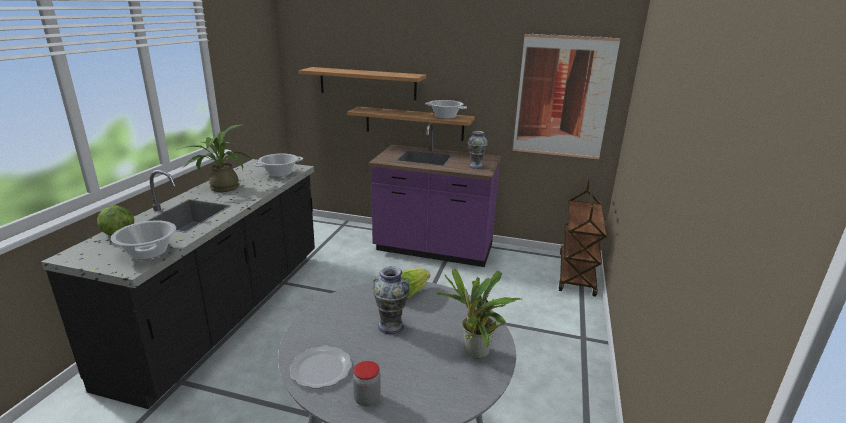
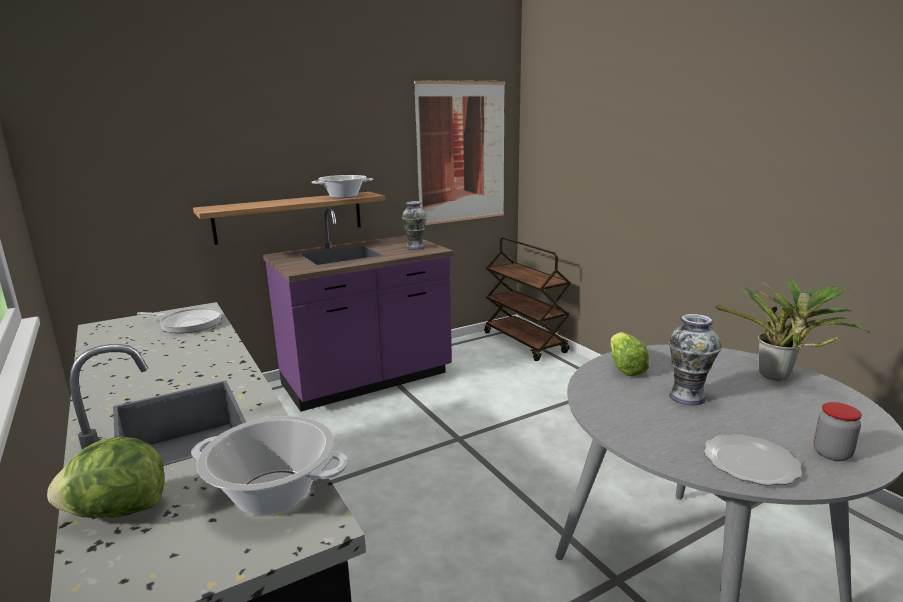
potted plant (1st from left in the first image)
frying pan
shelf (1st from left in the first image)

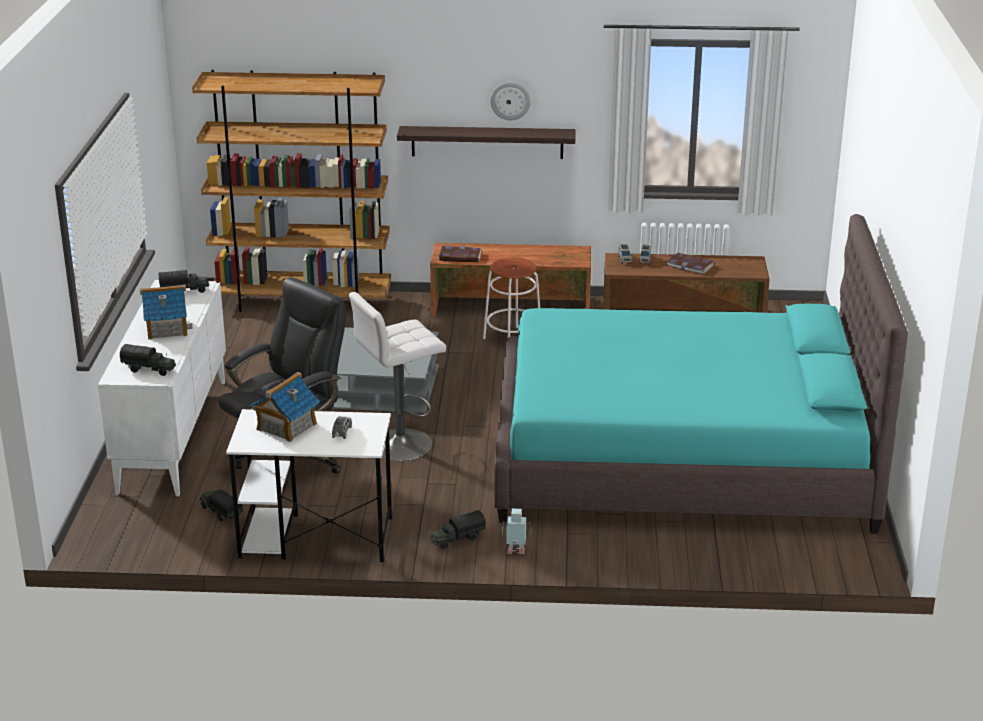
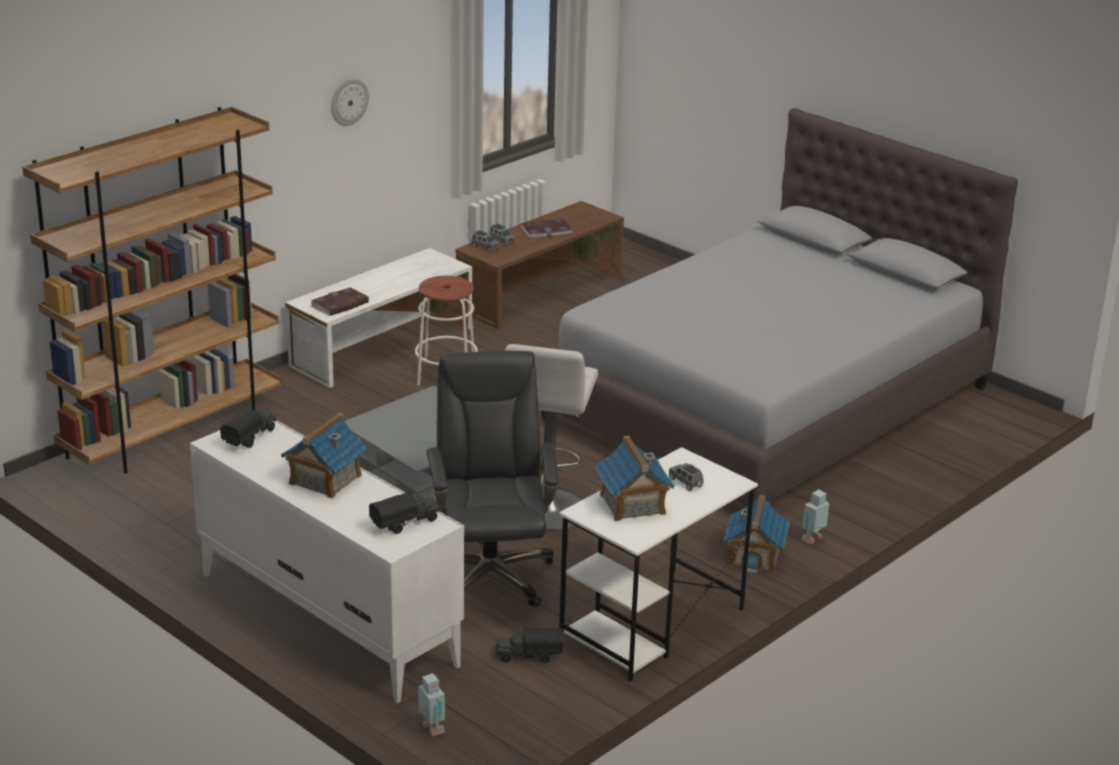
shelf
bench in white
toy house (3rd from left)
bed in grey
toy robot (1st from left)

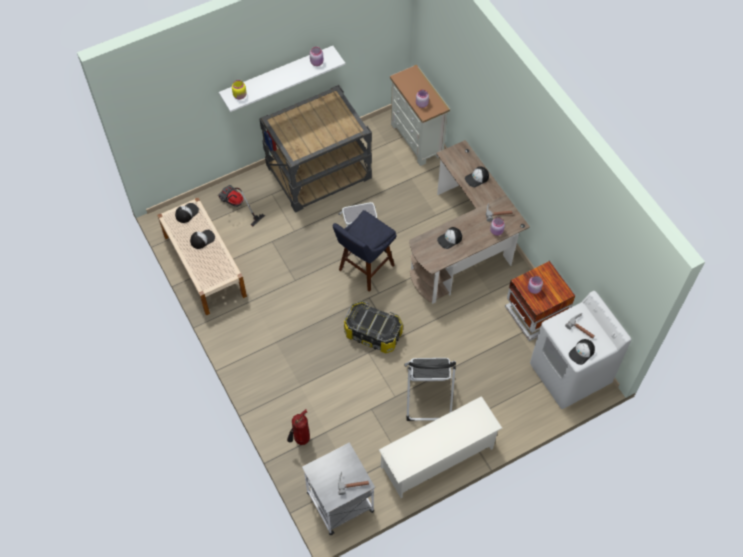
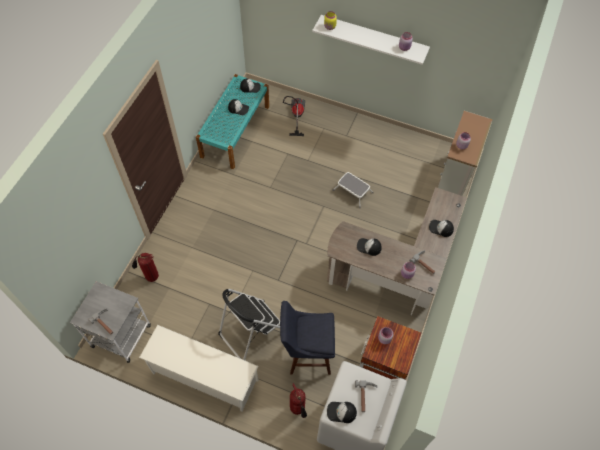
bench in turquoise
bookcase
stool in blue
storage box
fire extinguisher (2nd from left)

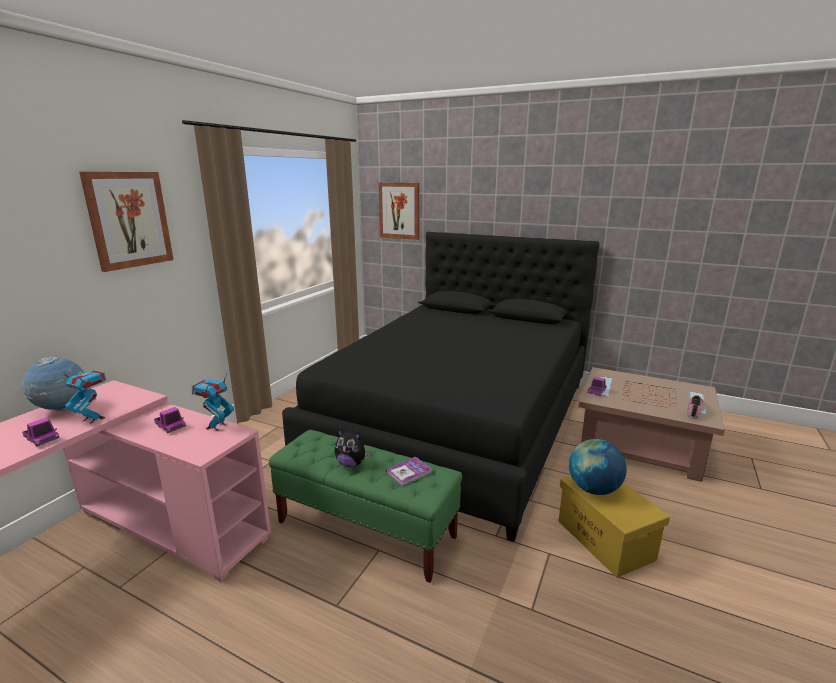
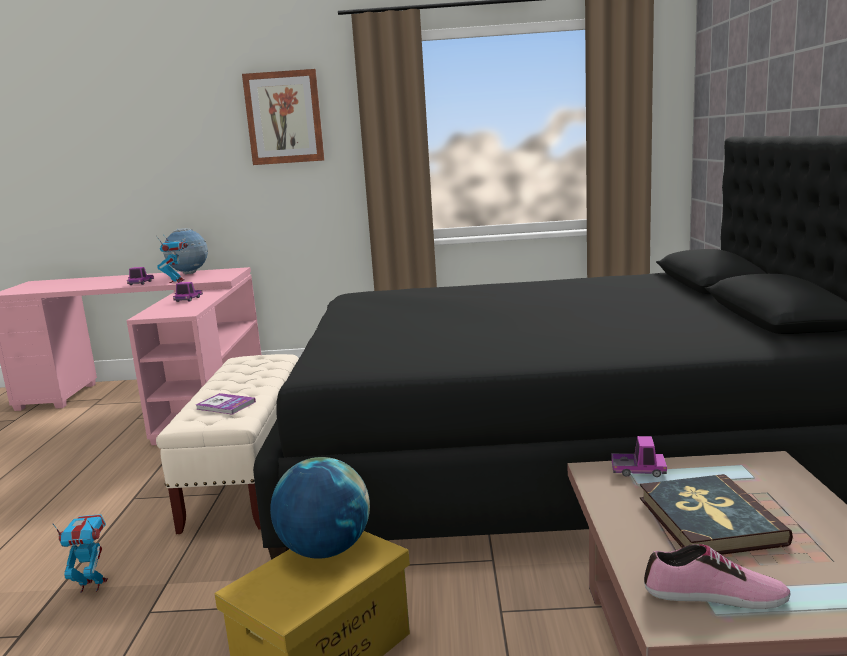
toy robot (1st from left)
bench in beige
plush toy
picture (2nd from left in the first image)
book (2nd from left)

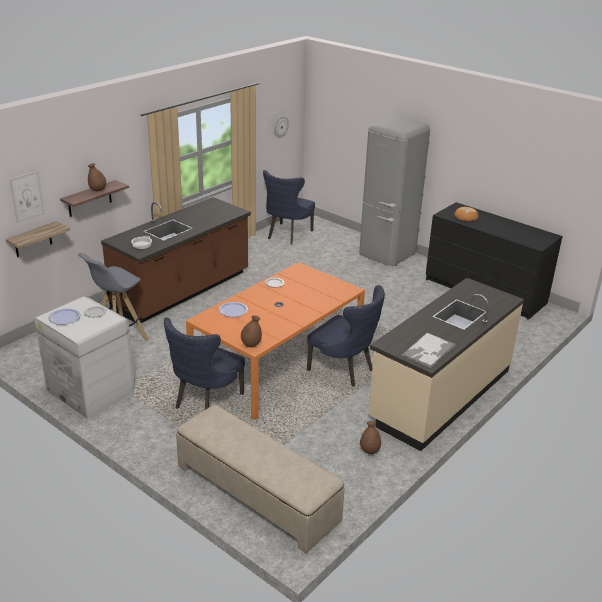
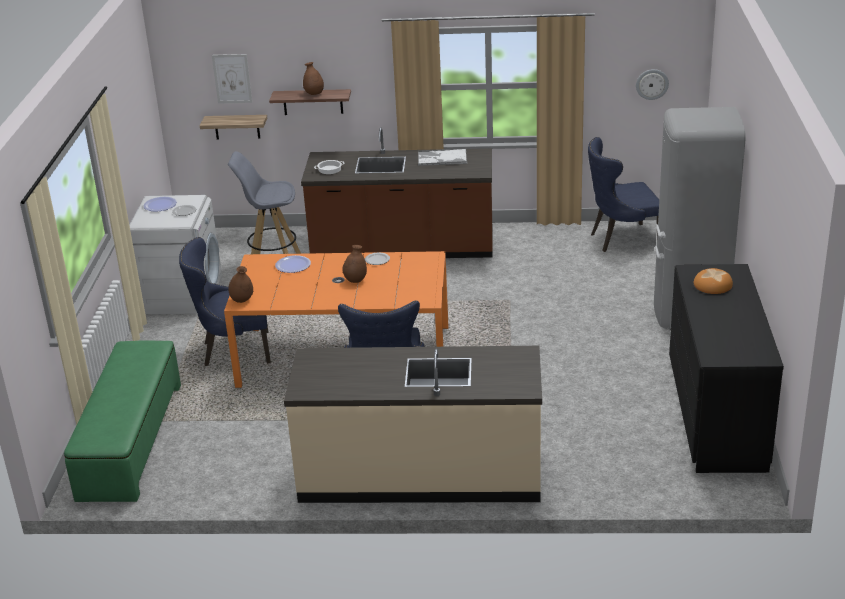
bench in green
vase in brown (3rd from left)
tray

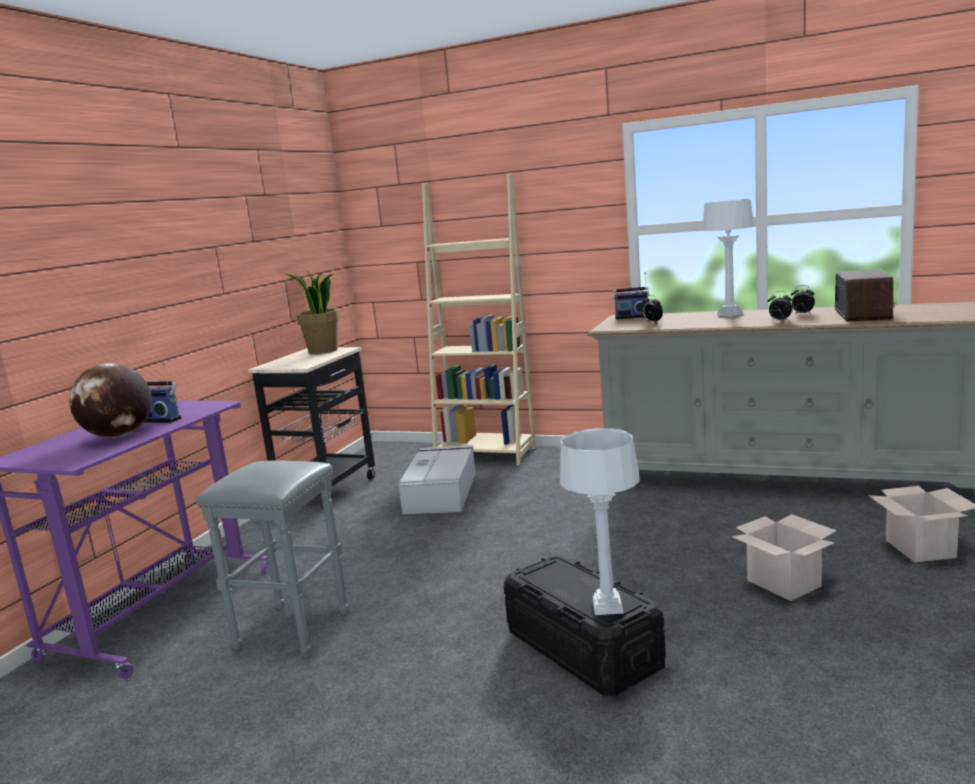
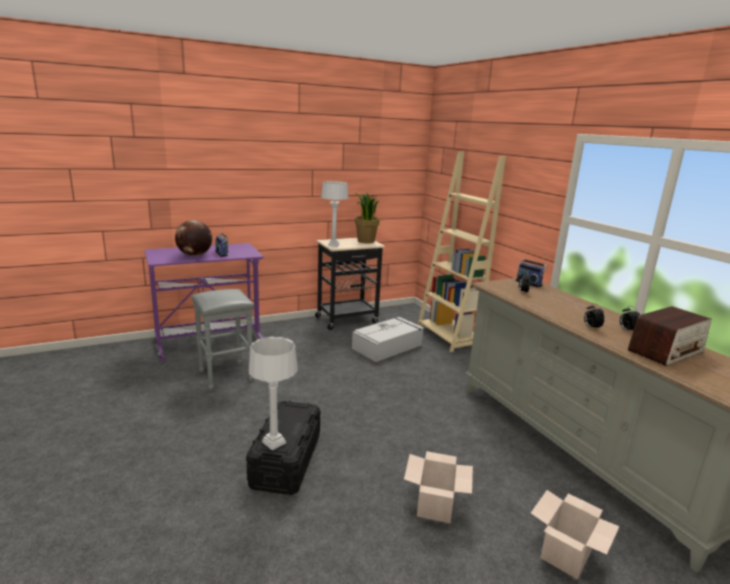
table lamp in grey (2nd from left)

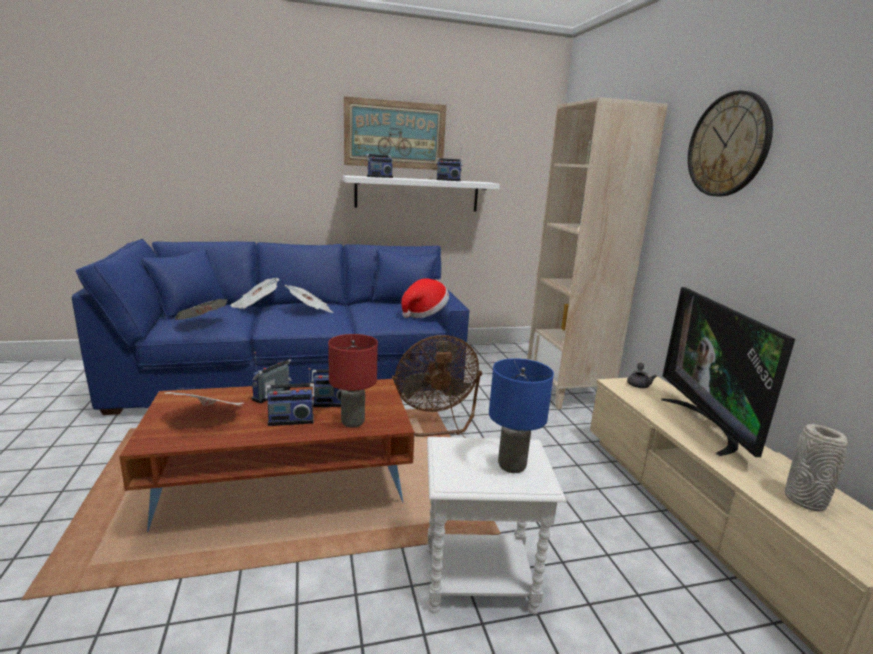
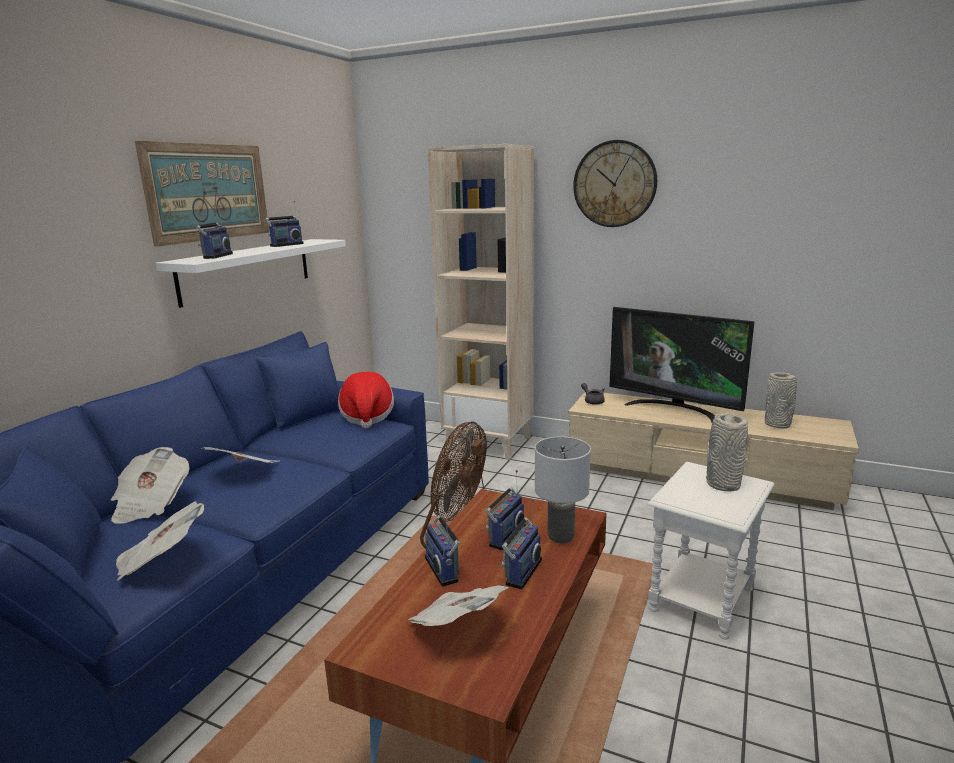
table lamp in white
vase in grey (1st from left)

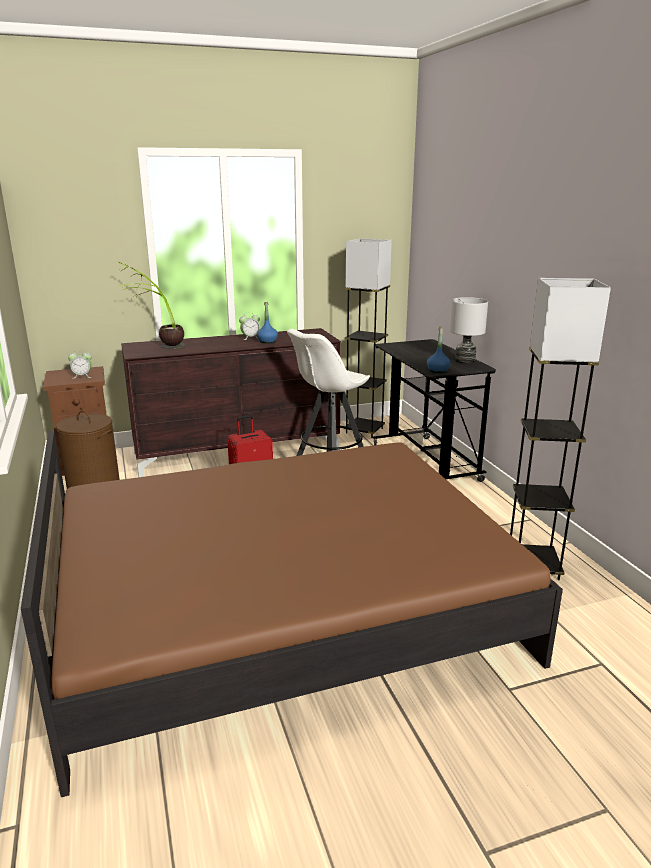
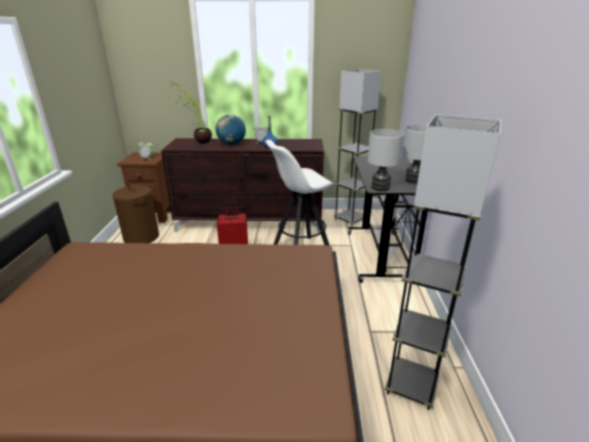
table lamp in grey (1st from left)
globe

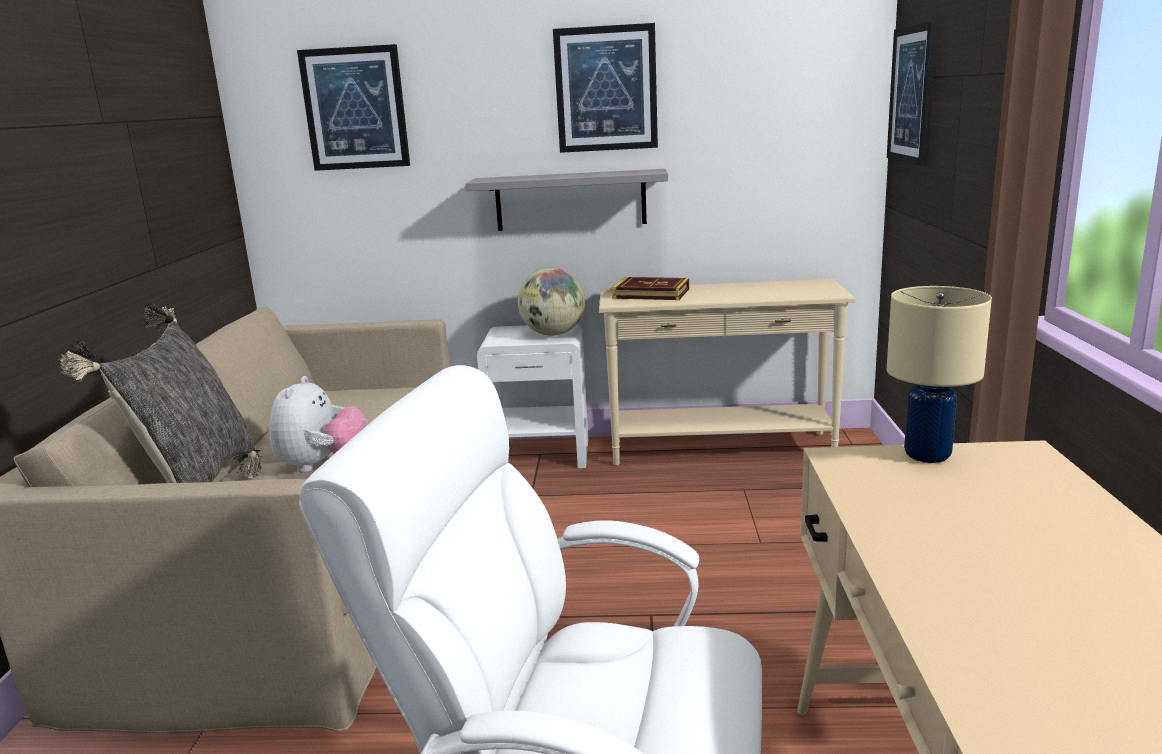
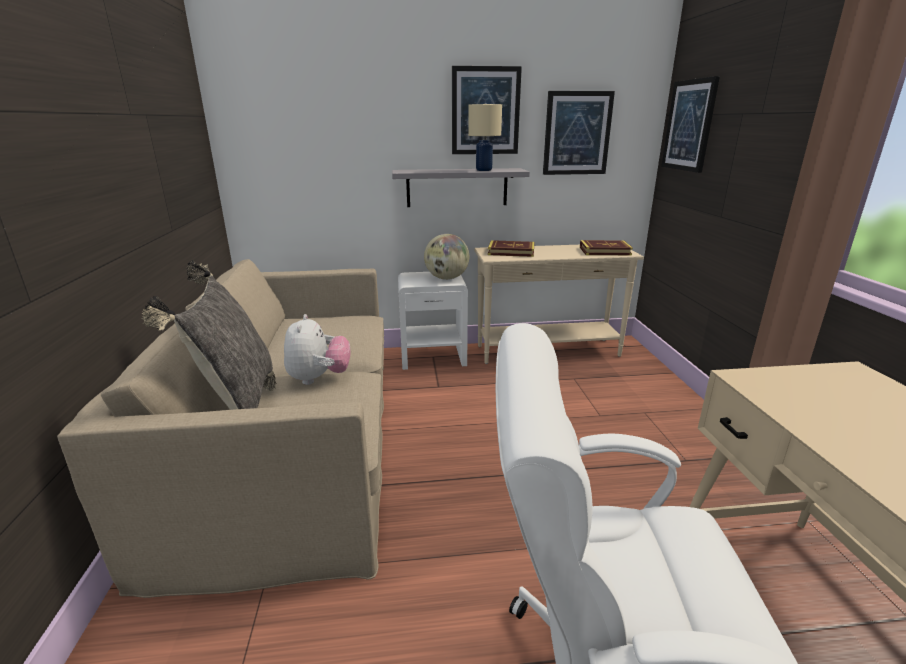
picture (2nd from left)
table lamp in beige
book (2nd from left)

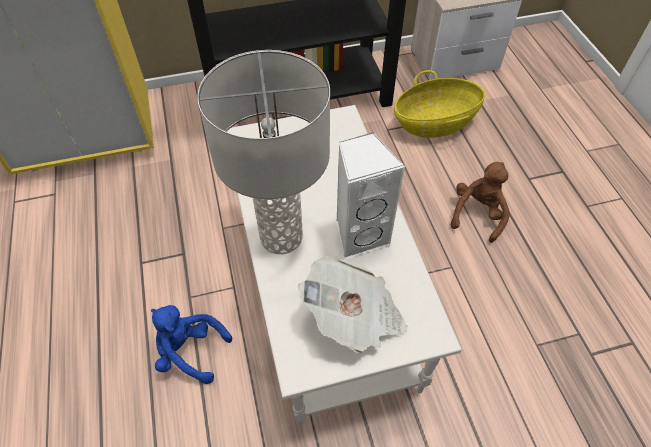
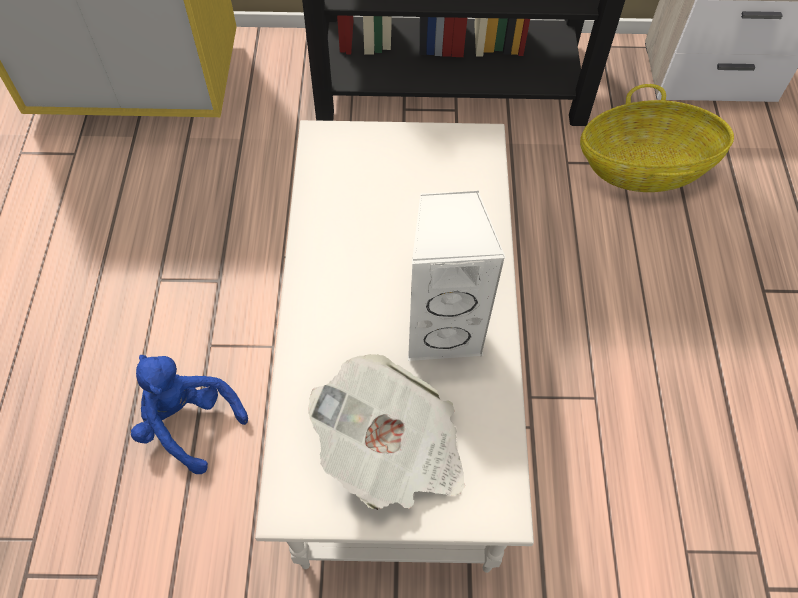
table lamp in white
plush toy in brown

